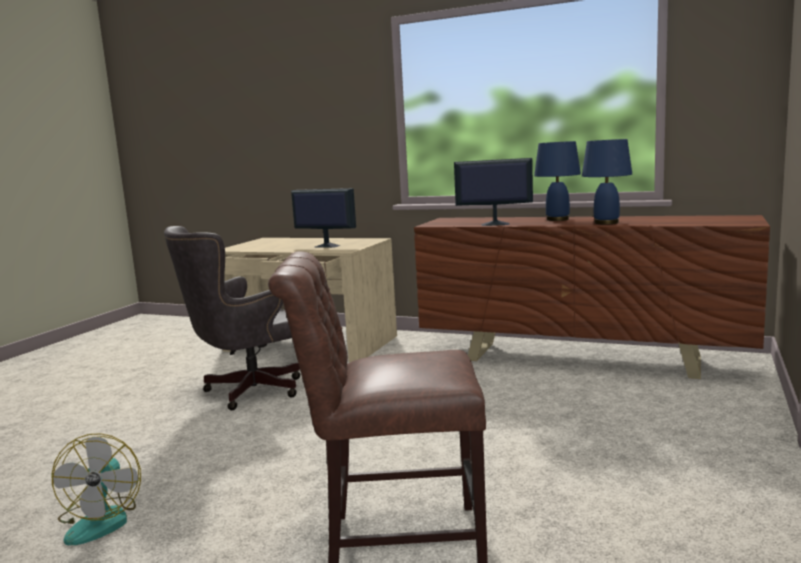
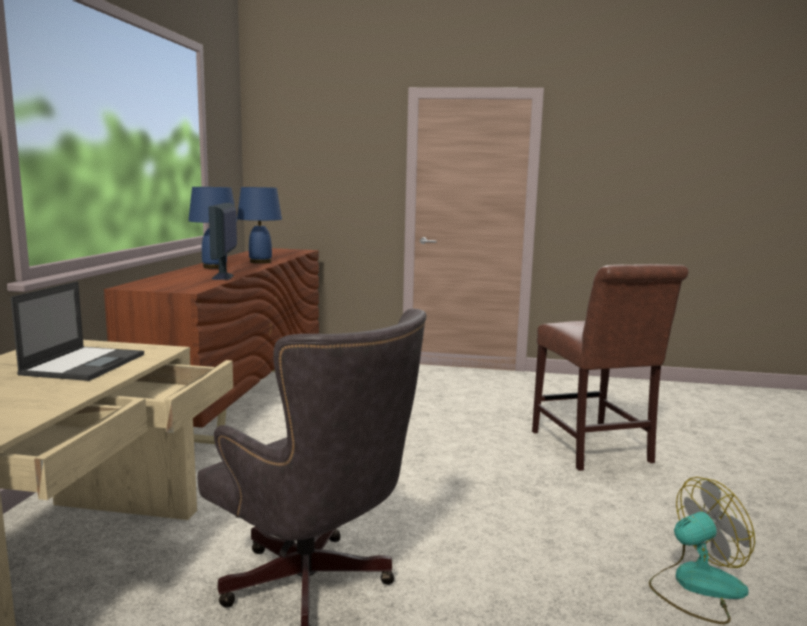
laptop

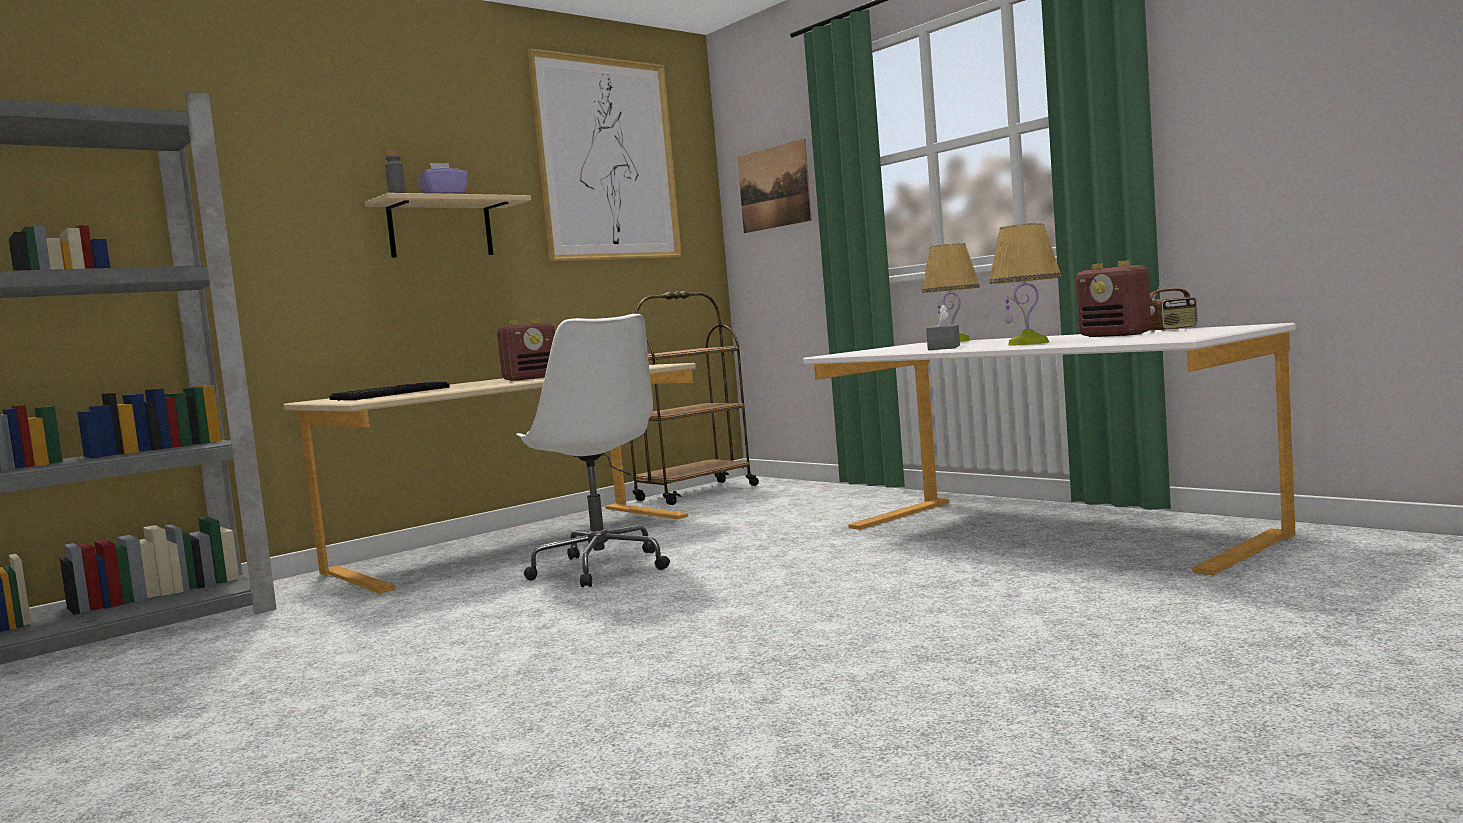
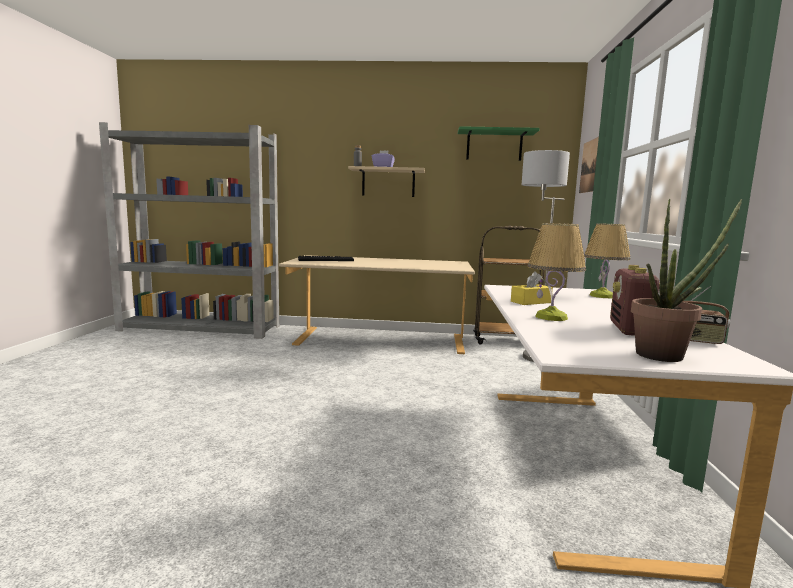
radio (1st from left in the first image)
office chair in white
shelf in green
tissue box in yellow
floor lamp in grey
potted plant

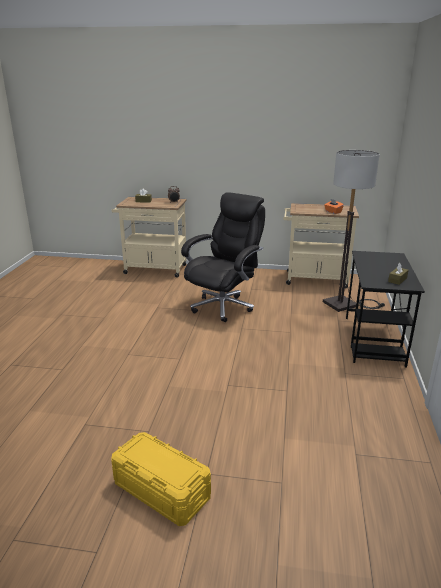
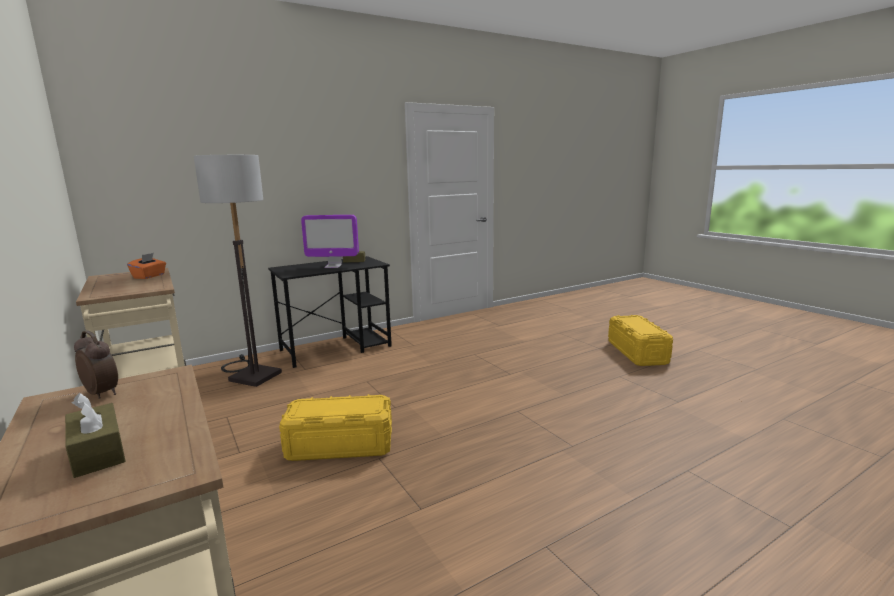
storage box in yellow (1st from left)
monitor

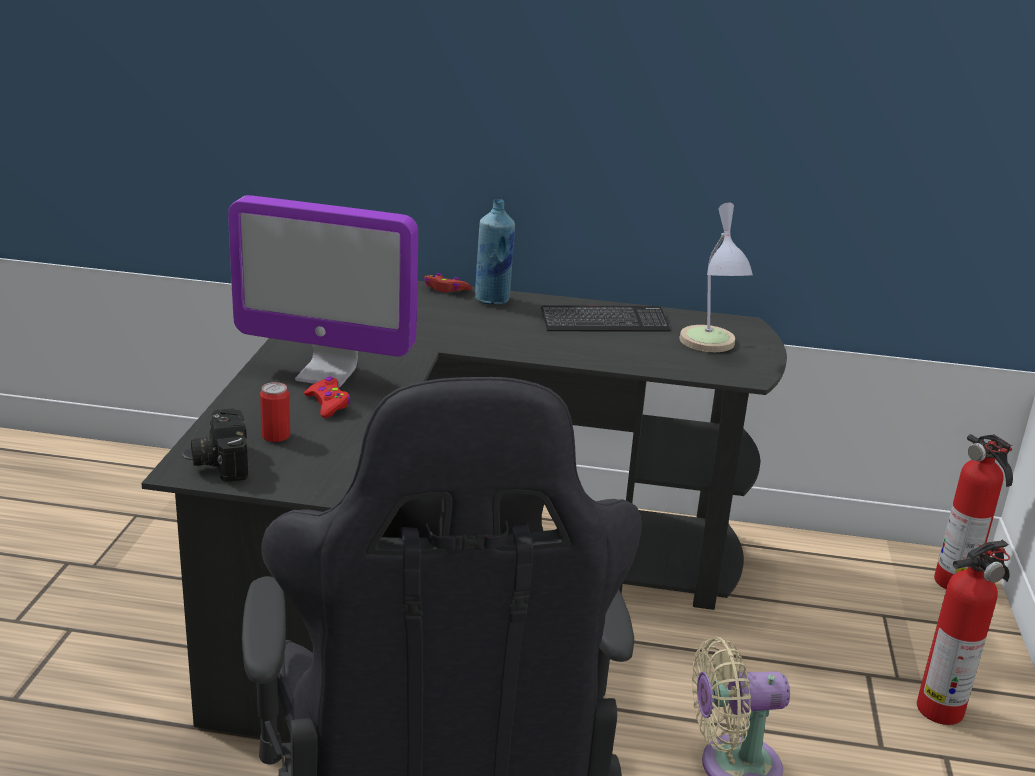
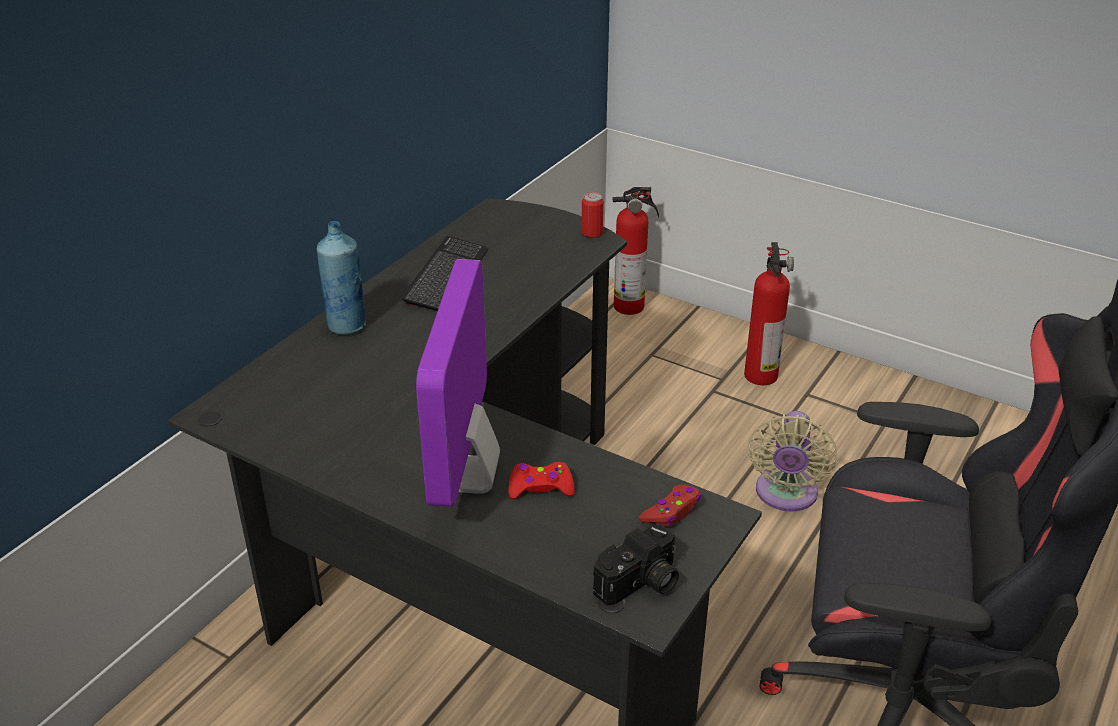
photo camera
monitor
can
game controller in red (2nd from left)
table lamp

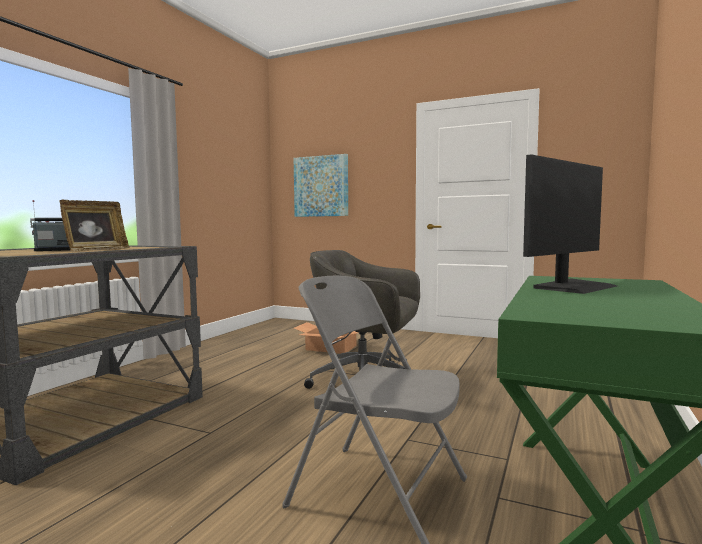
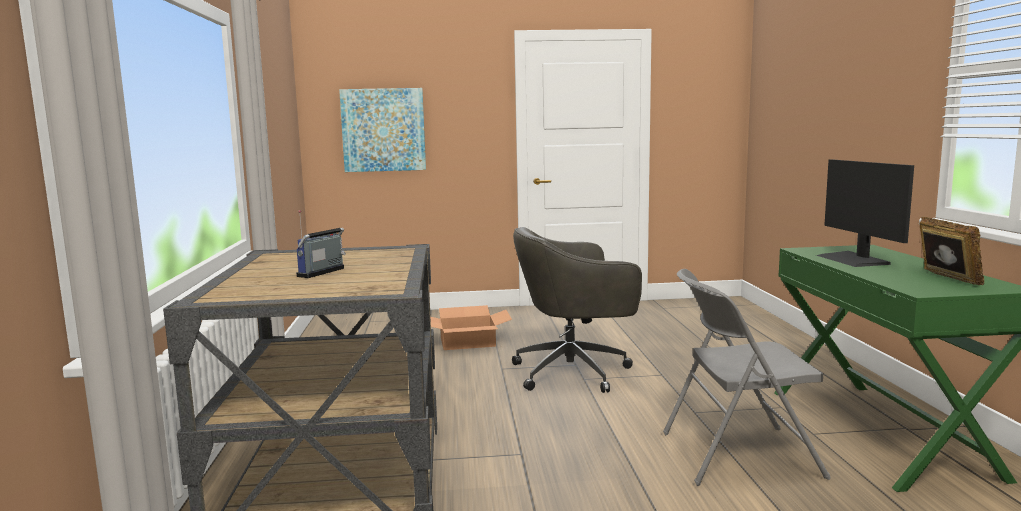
picture frame
monitor

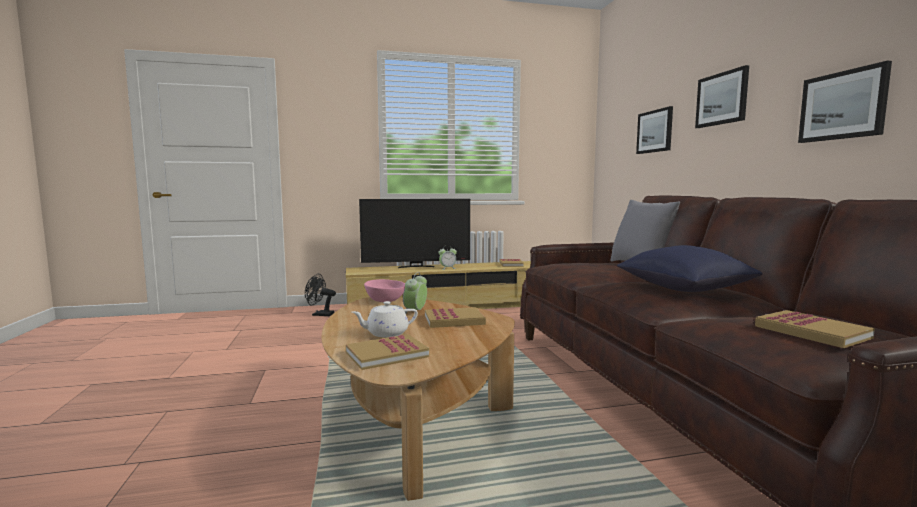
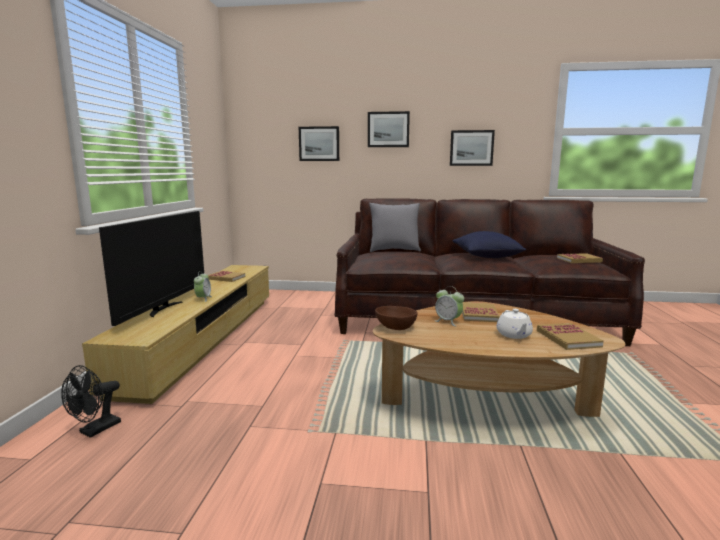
bowl in brown

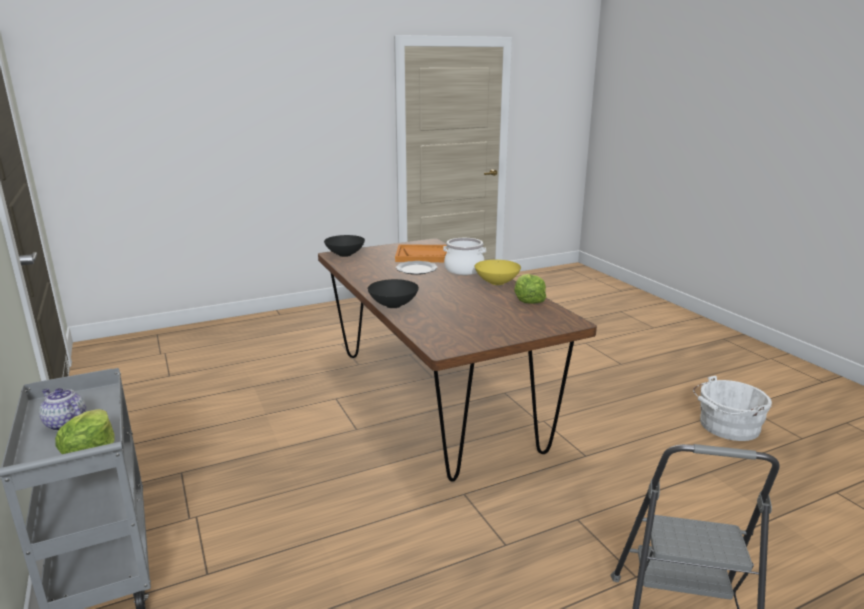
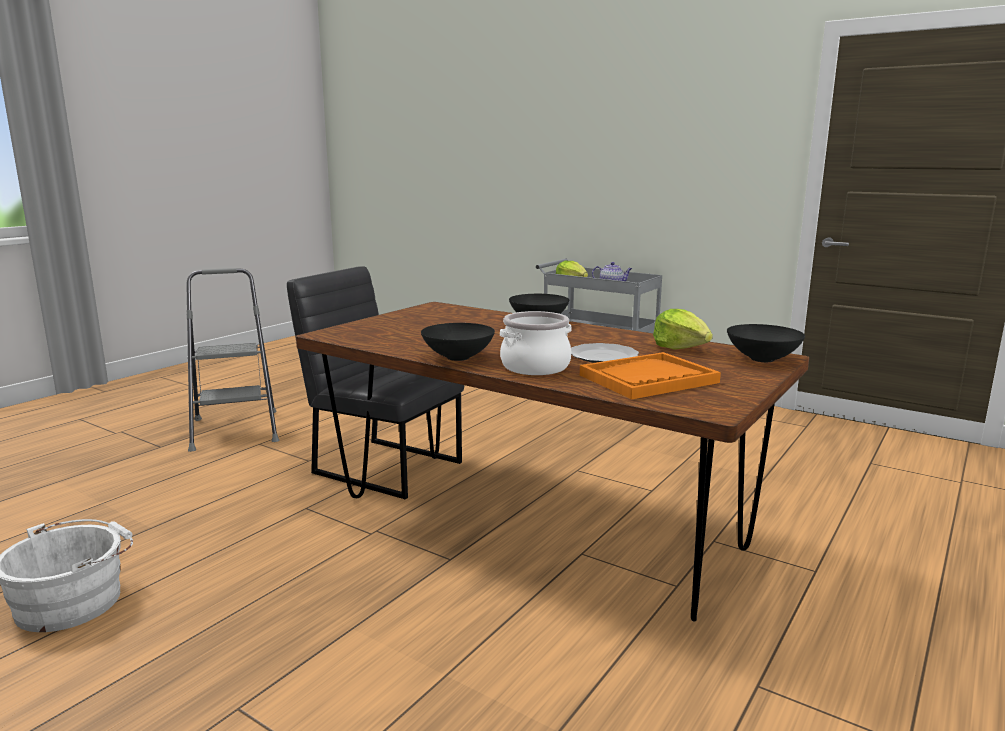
bowl in black (1st from left)
lettuce (2nd from left)
chair in grey

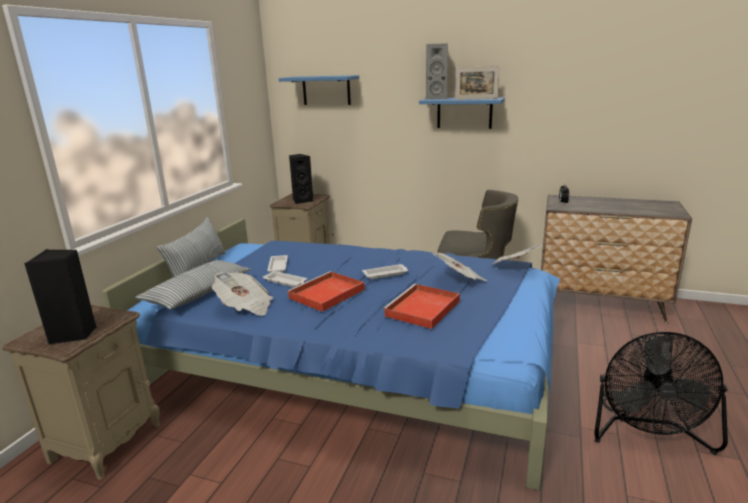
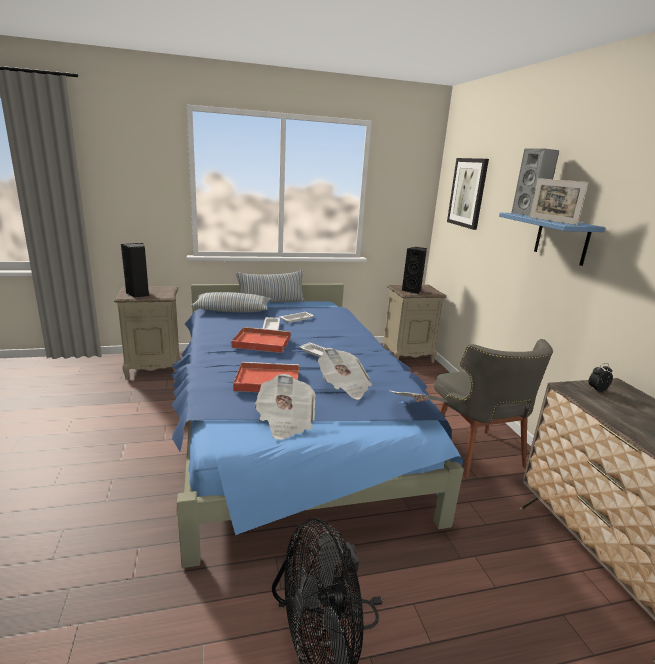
newspaper (1st from left)
picture

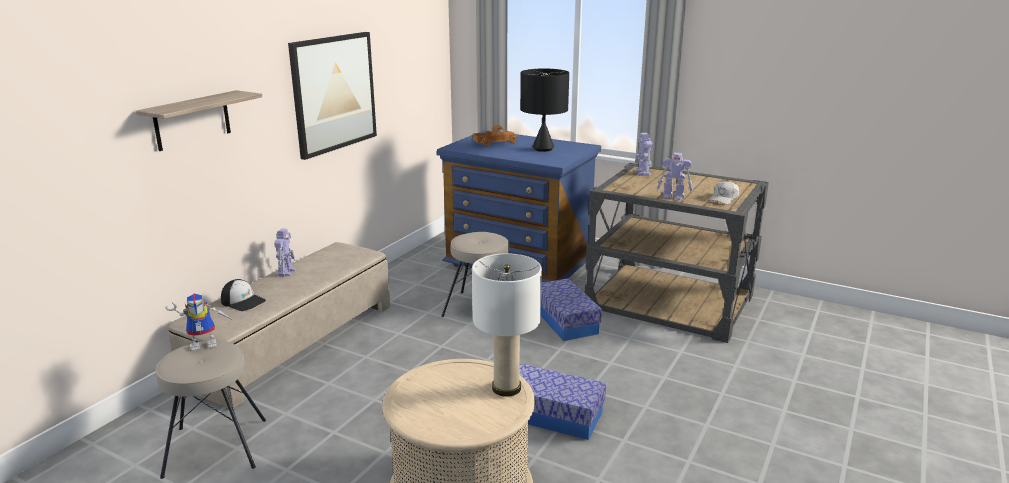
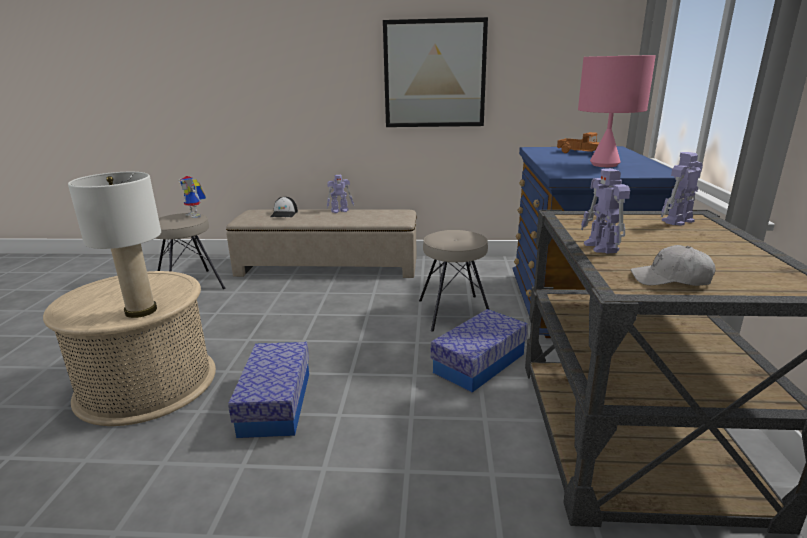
shelf
table lamp in pink

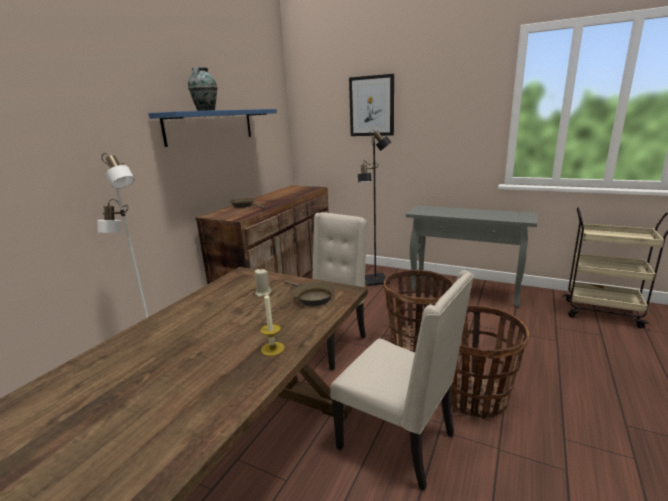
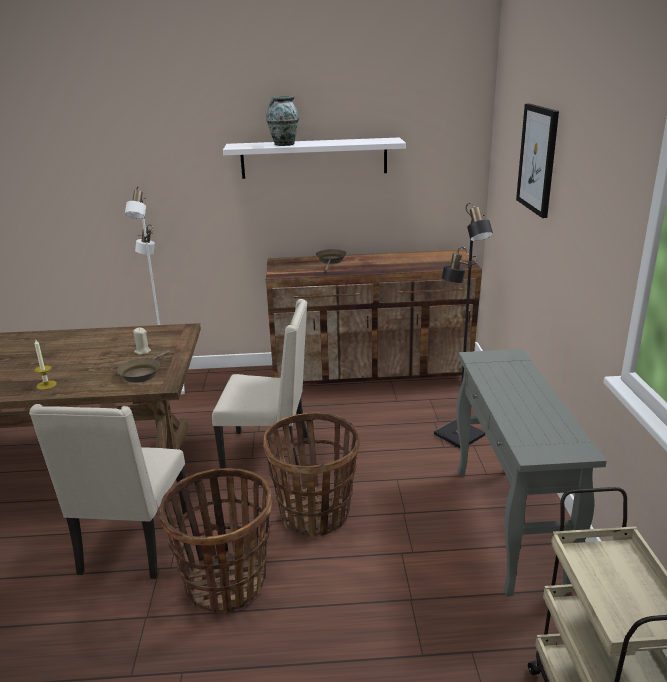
shelf in white

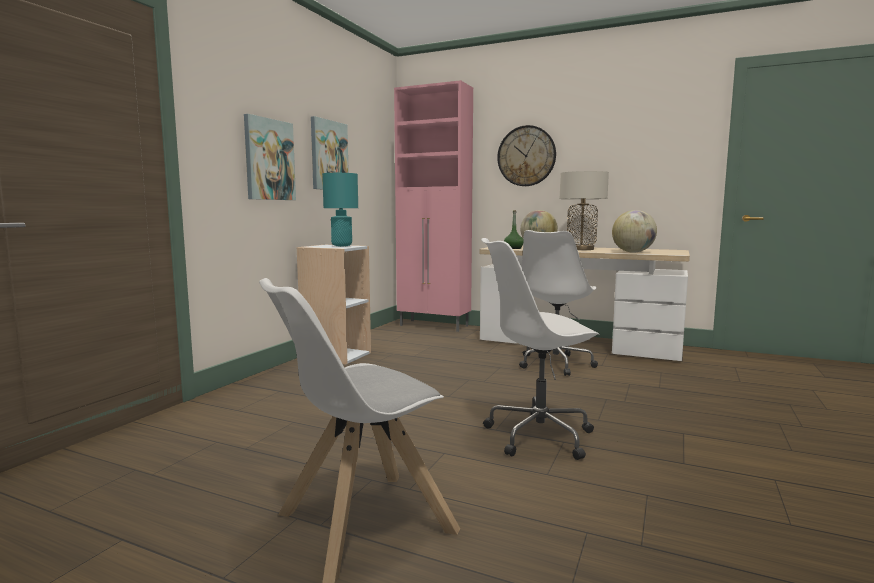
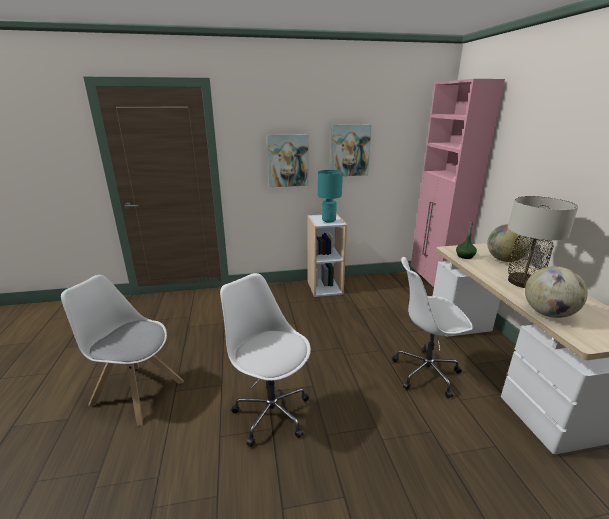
wall clock

